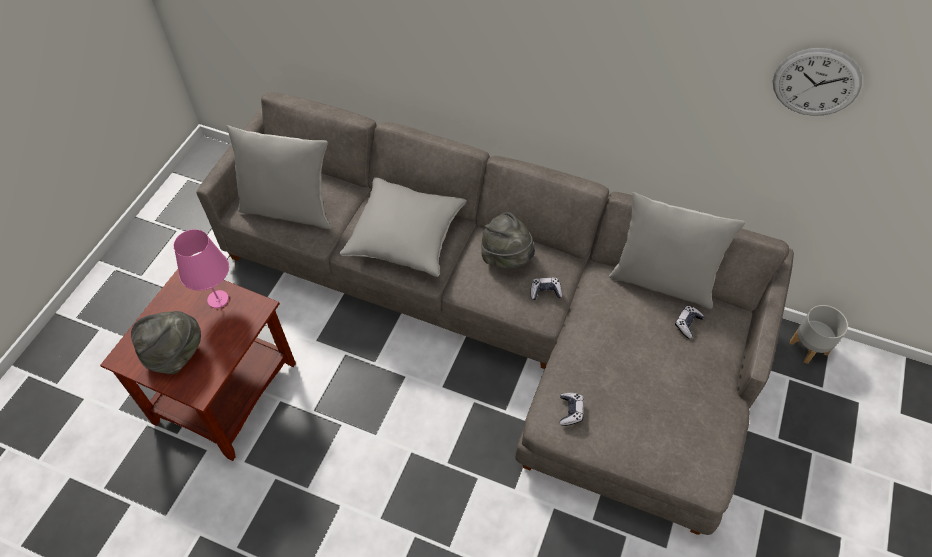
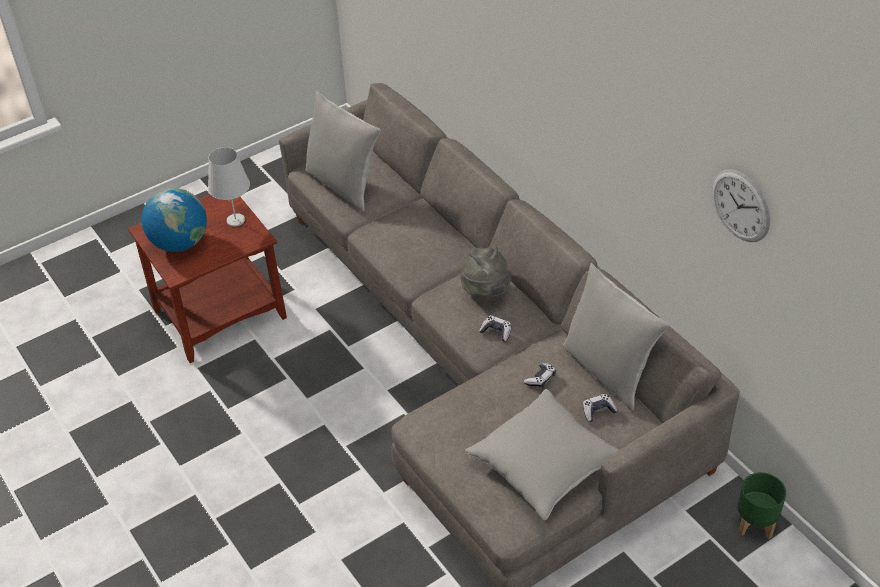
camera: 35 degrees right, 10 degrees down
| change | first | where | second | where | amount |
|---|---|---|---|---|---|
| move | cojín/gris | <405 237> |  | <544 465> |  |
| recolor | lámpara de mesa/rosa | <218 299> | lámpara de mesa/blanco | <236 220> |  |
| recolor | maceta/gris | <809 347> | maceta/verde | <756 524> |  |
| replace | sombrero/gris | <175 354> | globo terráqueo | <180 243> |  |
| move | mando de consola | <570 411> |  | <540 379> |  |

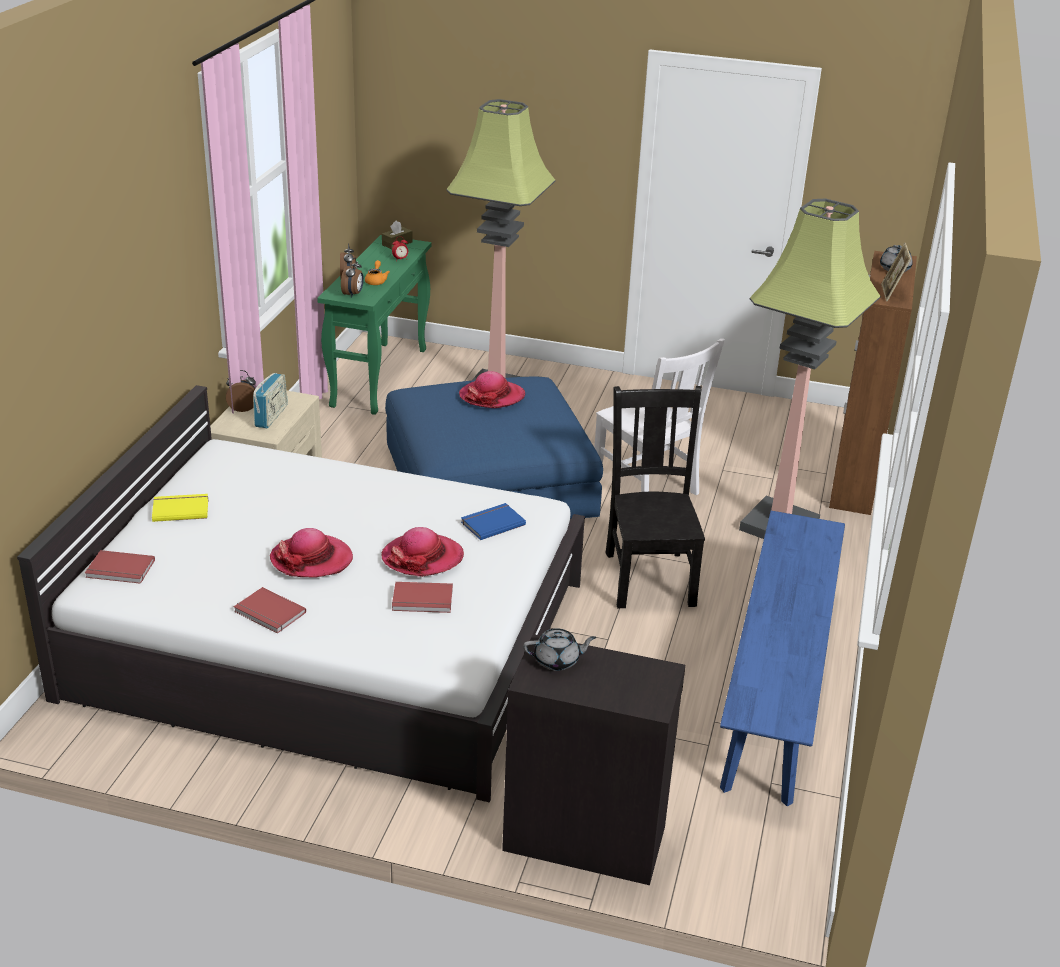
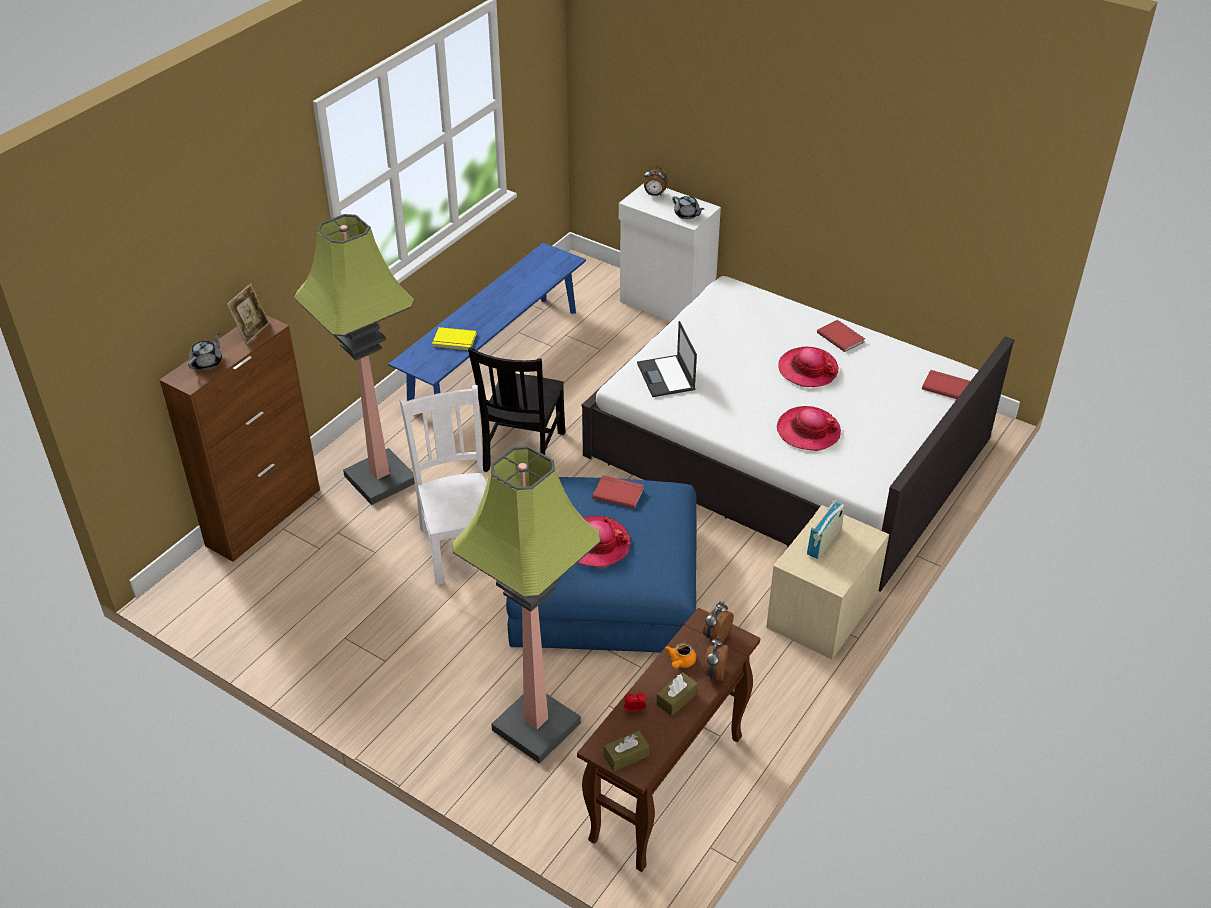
camera: 160 degrees left, 10 degrees up
| change | first | where | second | where | amount |
|---|---|---|---|---|---|
| recolor | mesa consola/verde | <379 377> | mesa consola/marrón | <667 789> |  |
| move | despertador | <243 408> |  | <654 194> |  |
| move | libro/amarillo | <180 509> |  | <454 341> |  |
| replace | libro/azul | <491 523> | portátil | <666 377> |  |
| move | sombrero | <422 558> |  | <808 431> |  |
| move | libro/rojo | <422 600> |  | <618 492> |  |
| rotate | tetera/gris | <557 660> |  | <687 215> | 150 degrees counterclockwise |
| recolor | armario/negro | <584 836> | armario/blanco | <666 305> |  |
| insert |  |  | caja de pañuelos/marrón | <676 699> |  |

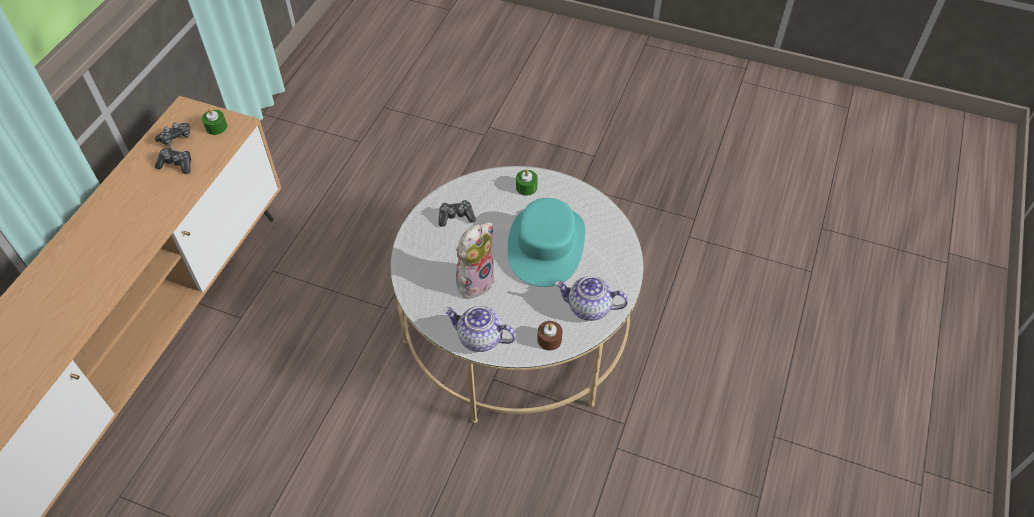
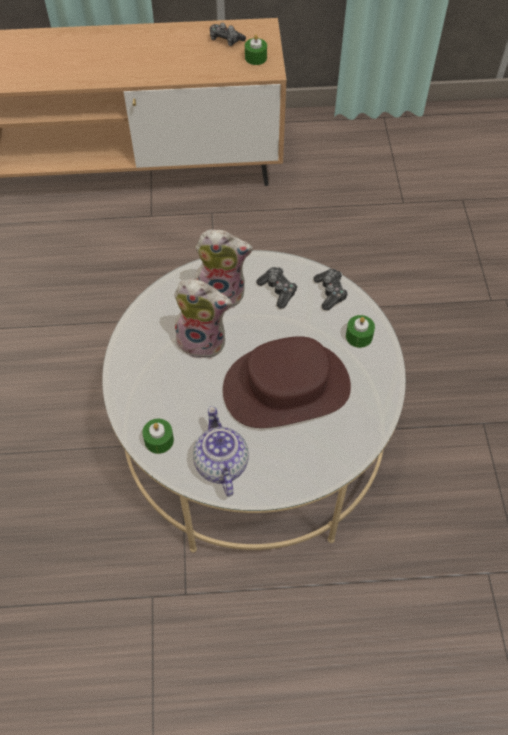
camera: 65 degrees right, 5 degrees up
| change | first | where | second | where | amount |
|---|---|---|---|---|---|
| move | mando de consola | <176 164> |  | <330 292> |  |
| recolor | sombrero/turquesa | <546 245> | sombrero/marrón | <286 387> |  |
| delete | tetera | <479 338> |  |  |  |
| recolor | vela/marrón | <549 339> | vela/verde | <159 440> |  |
| insert |  |  | peluche | <222 292> |  |

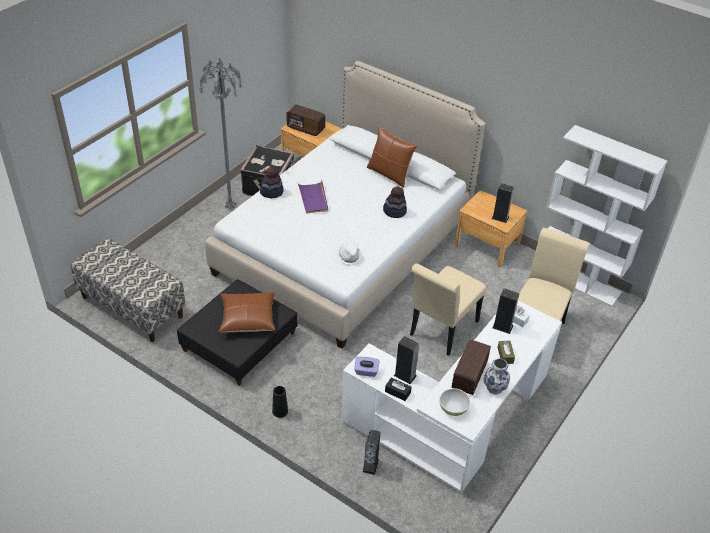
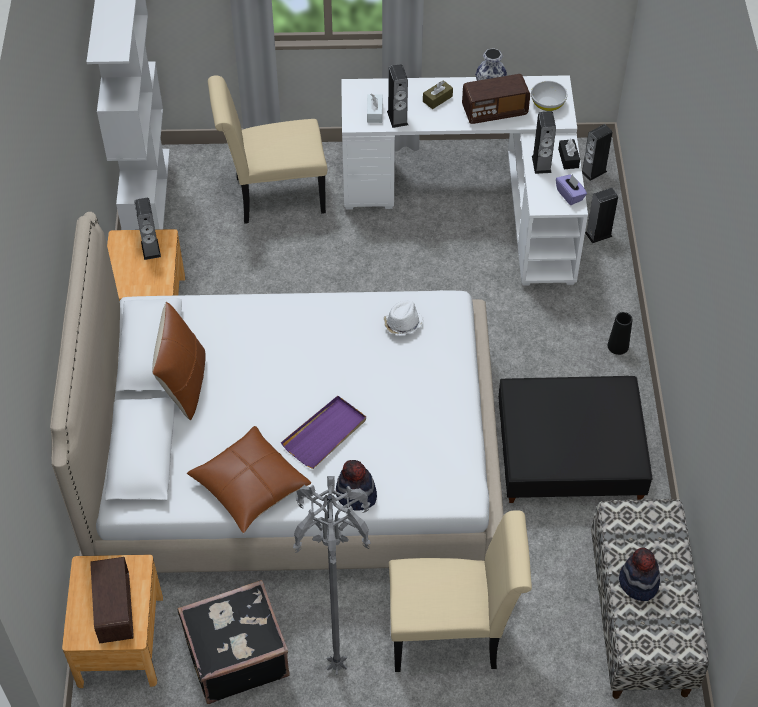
camera: 125 degrees left, 10 degrees up
| change | first | where | second | where | amount |
|---|---|---|---|---|---|
| move | sombrero | <394 211> |  | <638 582> |  |
| move | silla/beis | <441 331> |  | <453 634> |  |
| move | cojín/marrón | <248 318> |  | <250 486> |  |
| insert |  |  | altavoz | <593 171> |  |

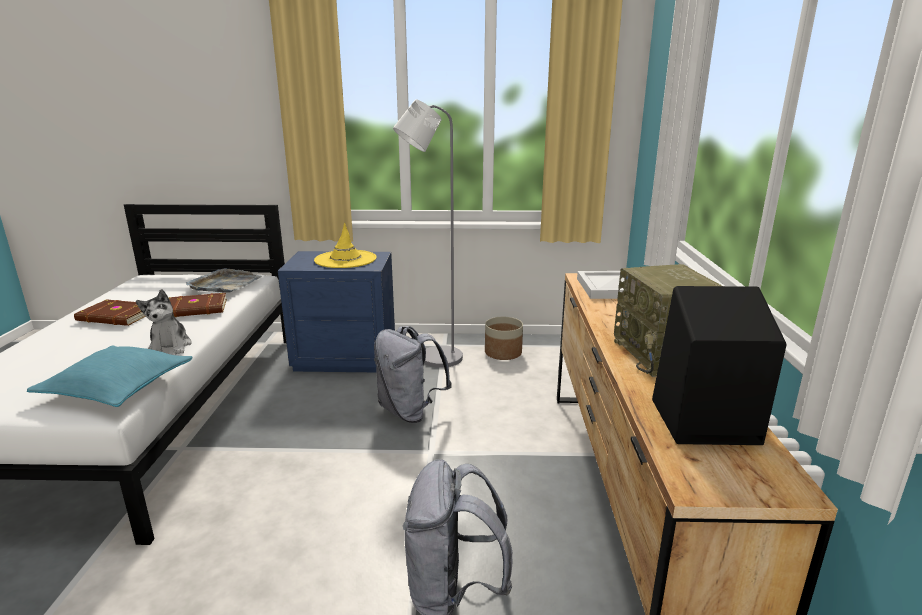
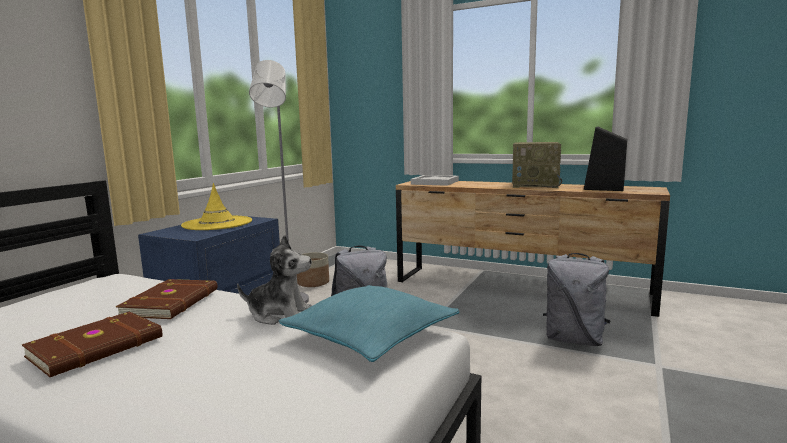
camera: 65 degrees left, 10 degrees down
| change | first | where | second | where | amount |
|---|---|---|---|---|---|
| delete | bandeja/gris | <225 284> |  |  |  |

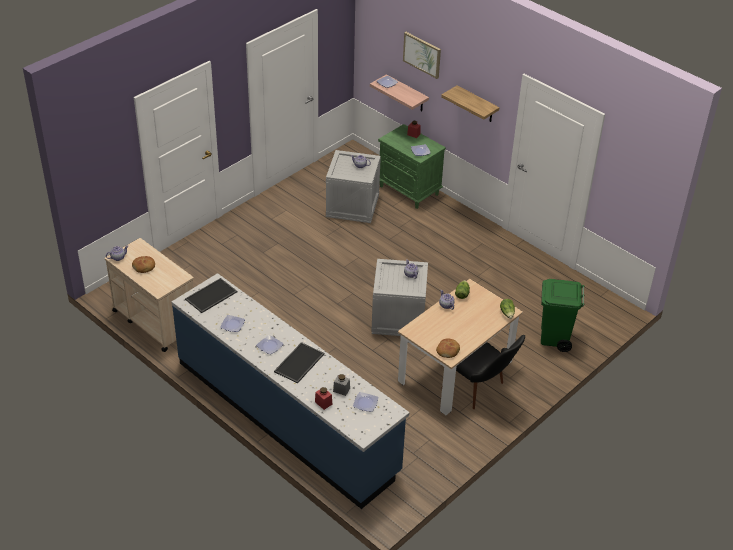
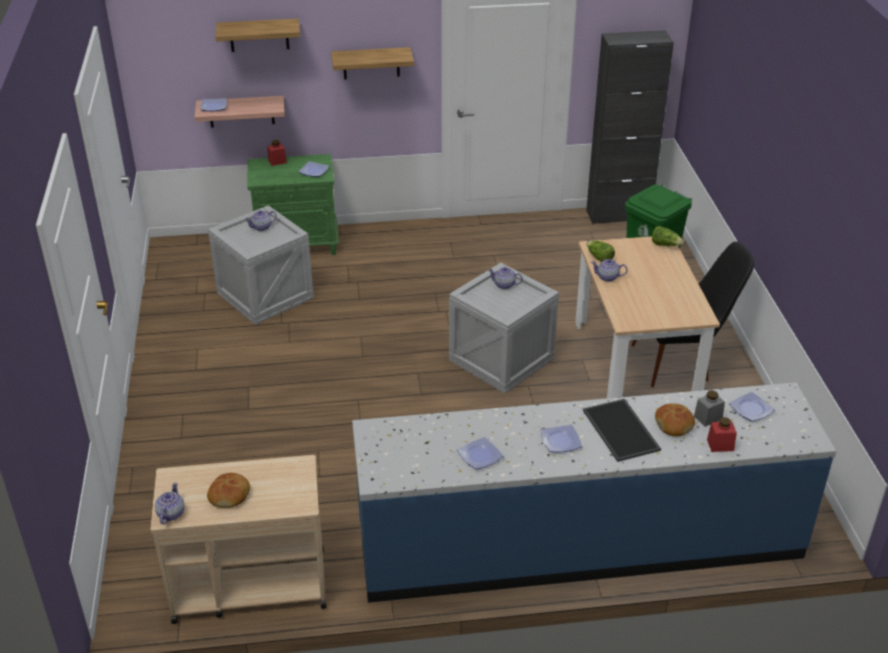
camera: 50 degrees left, 5 degrees down
| change | first | where | second | where | amount |
|---|---|---|---|---|---|
| replace | cuadro | <422 54> | estante | <259 35> |  |
| delete | bandeja | <211 296> |  |  |  |
| move | pan | <448 351> |  | <674 424> |  |
| insert |  |  | armario/negro | <618 215> |  |

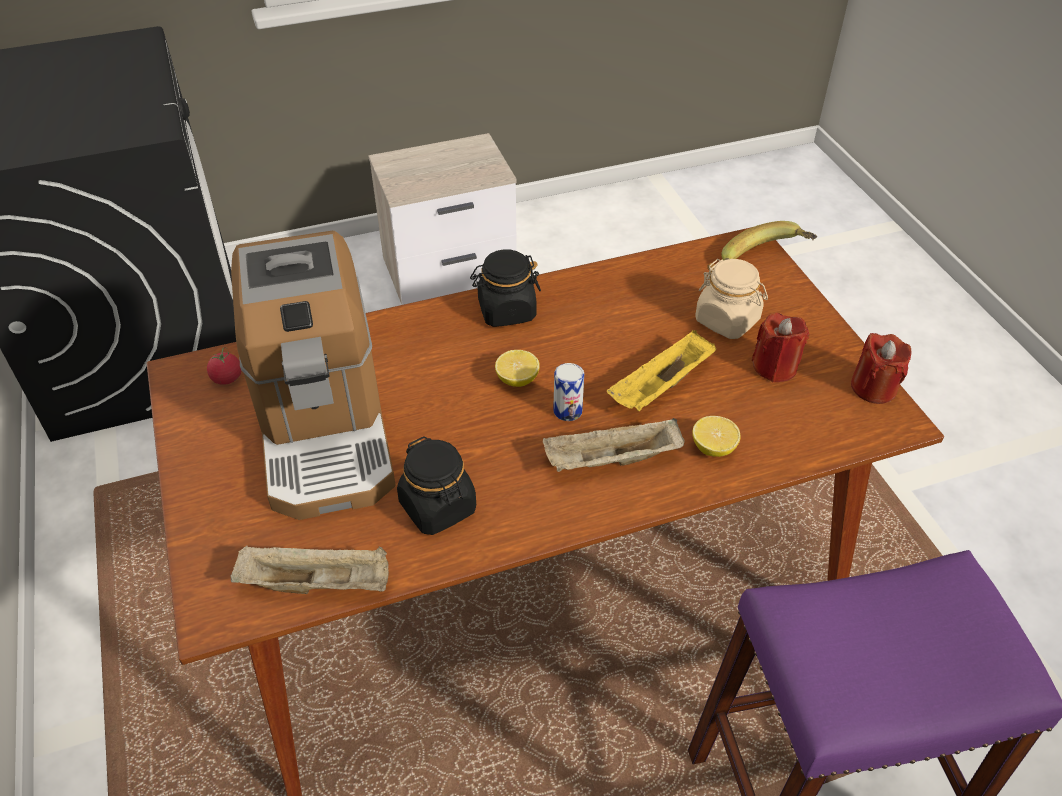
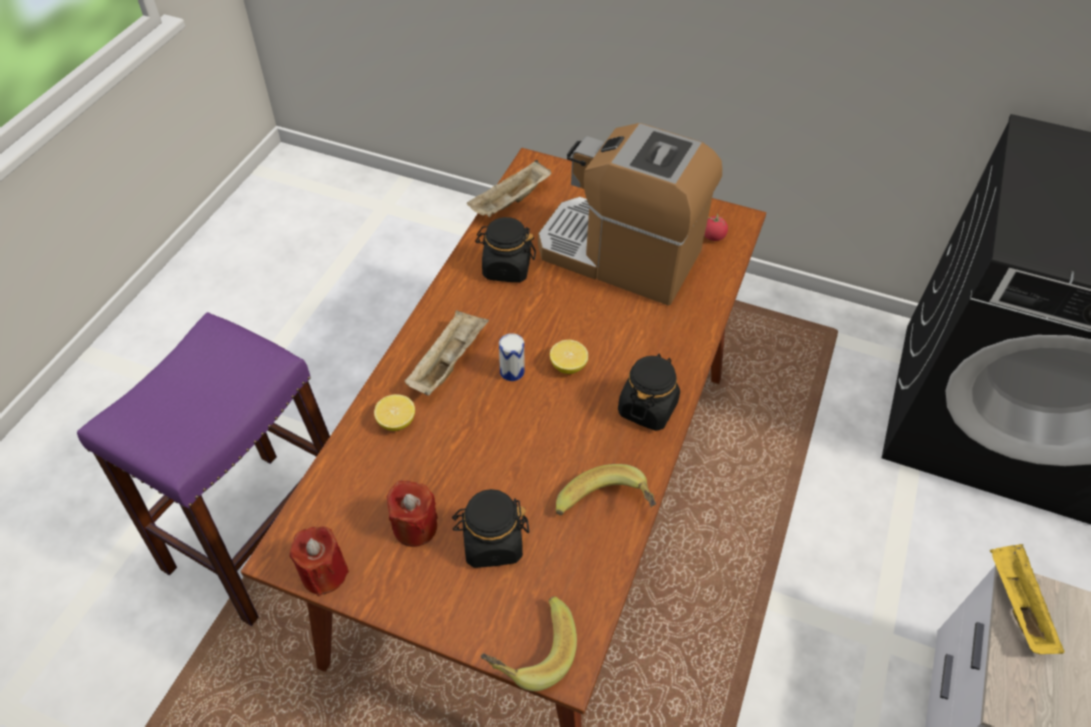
camera: 130 degrees right, 5 degrees up
| change | first | where | second | where | amount |
|---|---|---|---|---|---|
| recolor | tarro/beis | <727 321> | tarro/negro | <492 543> |  |
| move | bandeja/amarillo | <661 388> |  | <1016 604> |  |
| insert |  |  | plátano | <606 510> |  |

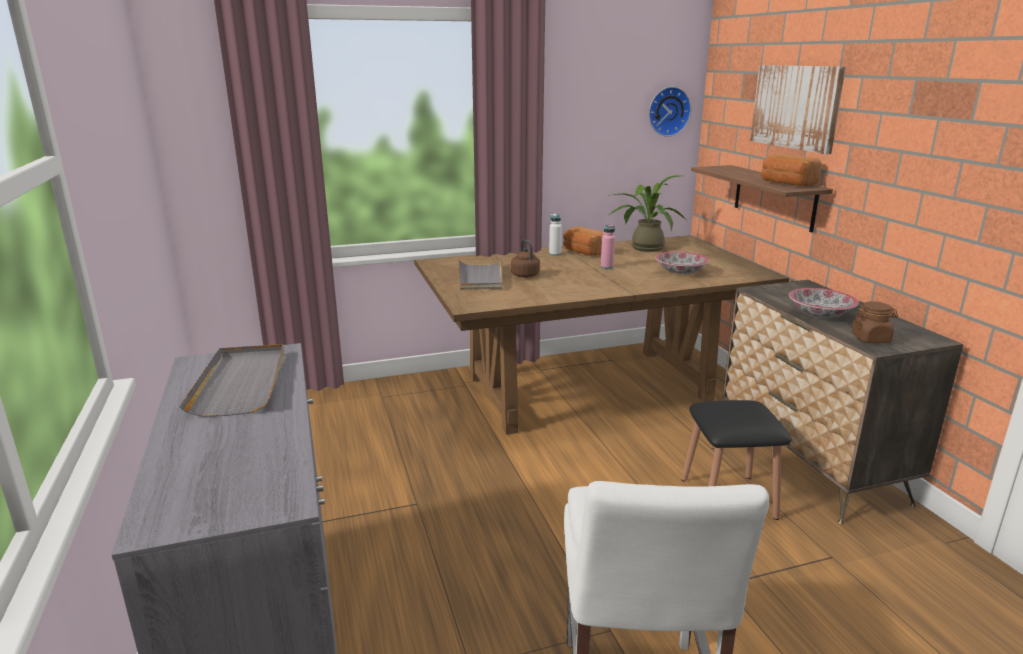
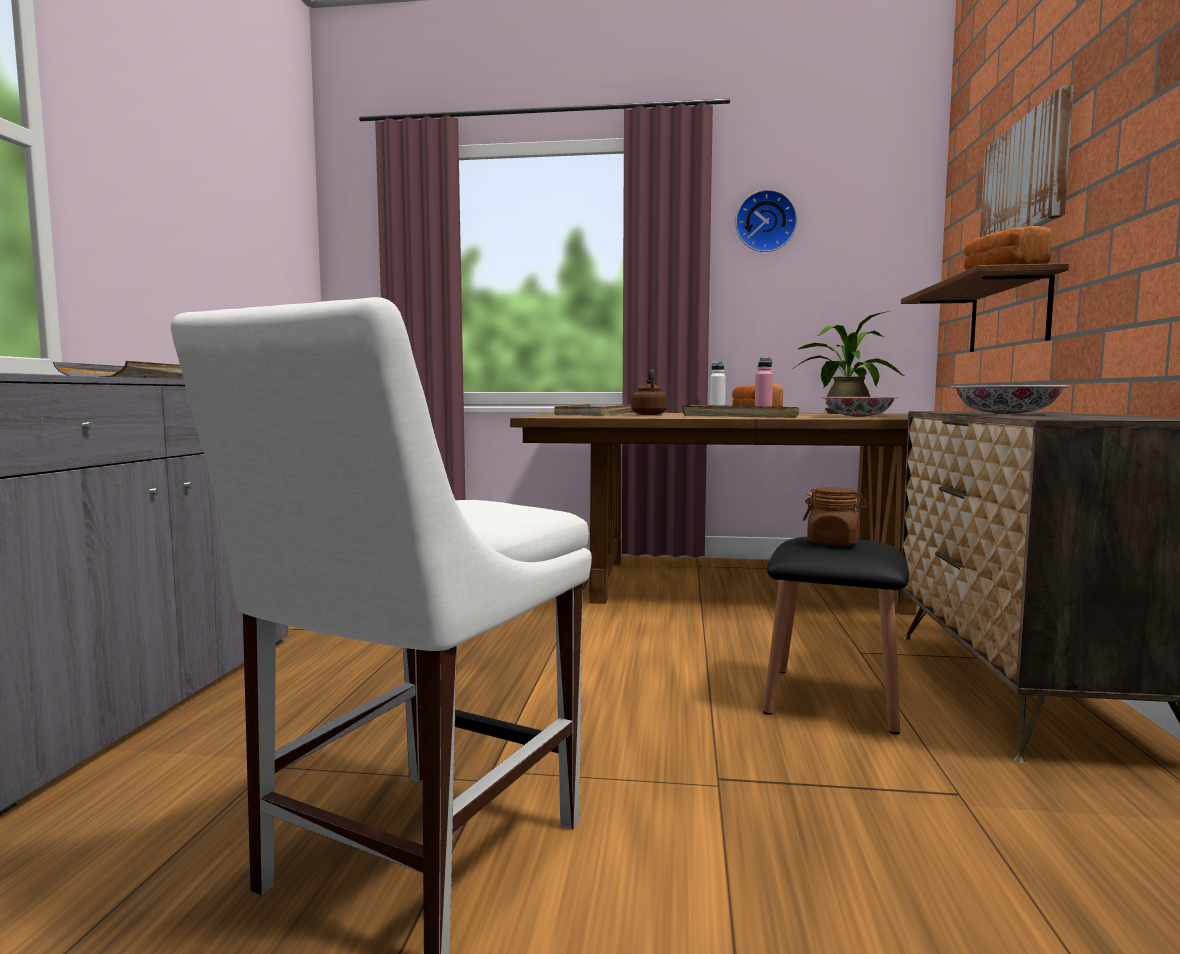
camera: 25 degrees right, 15 degrees down
| change | first | where | second | where | amount |
|---|---|---|---|---|---|
| move | reloj de pared | <667 111> |  | <765 222> |  |
| move | tarro/marrón | <871 339> |  | <833 543> |  |
| insert |  |  | bandeja/gris | <742 416> |  |

